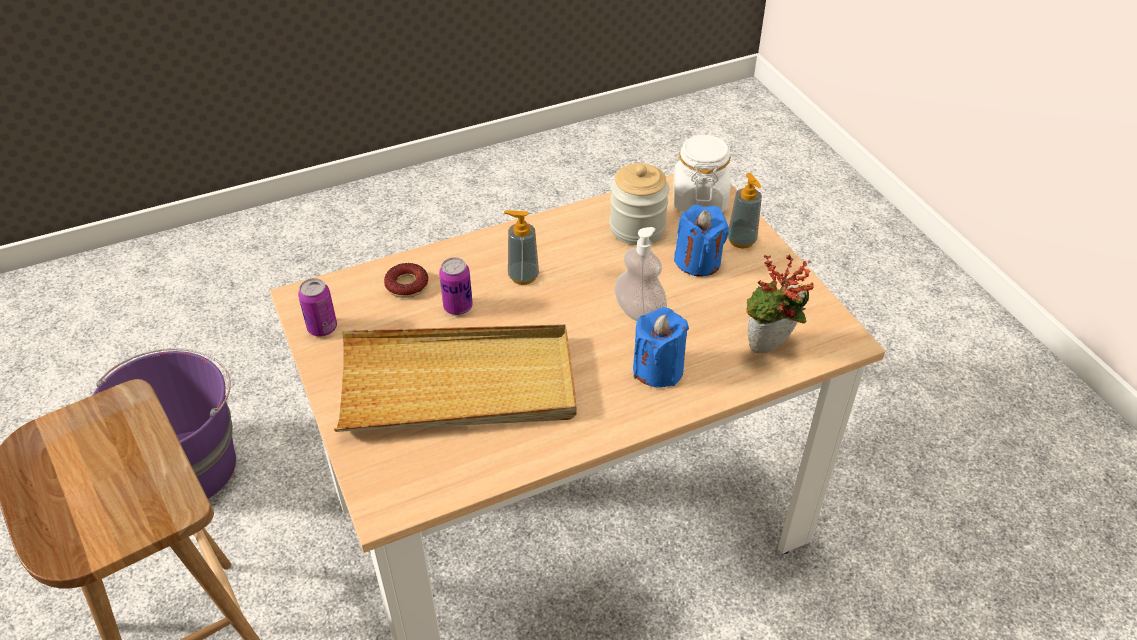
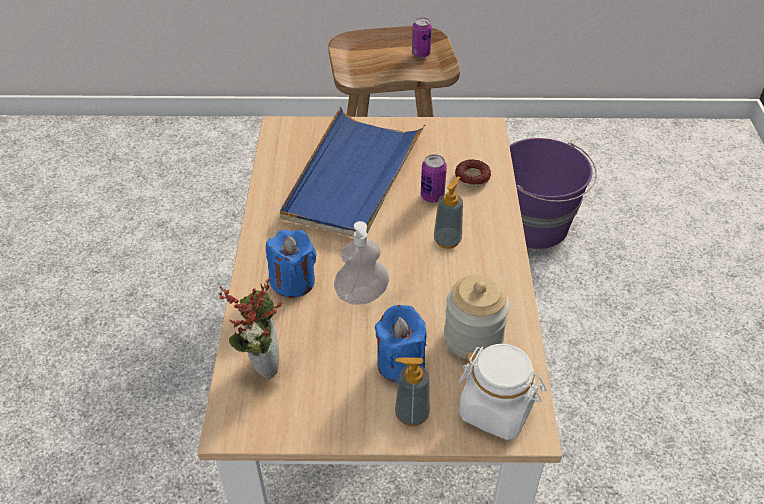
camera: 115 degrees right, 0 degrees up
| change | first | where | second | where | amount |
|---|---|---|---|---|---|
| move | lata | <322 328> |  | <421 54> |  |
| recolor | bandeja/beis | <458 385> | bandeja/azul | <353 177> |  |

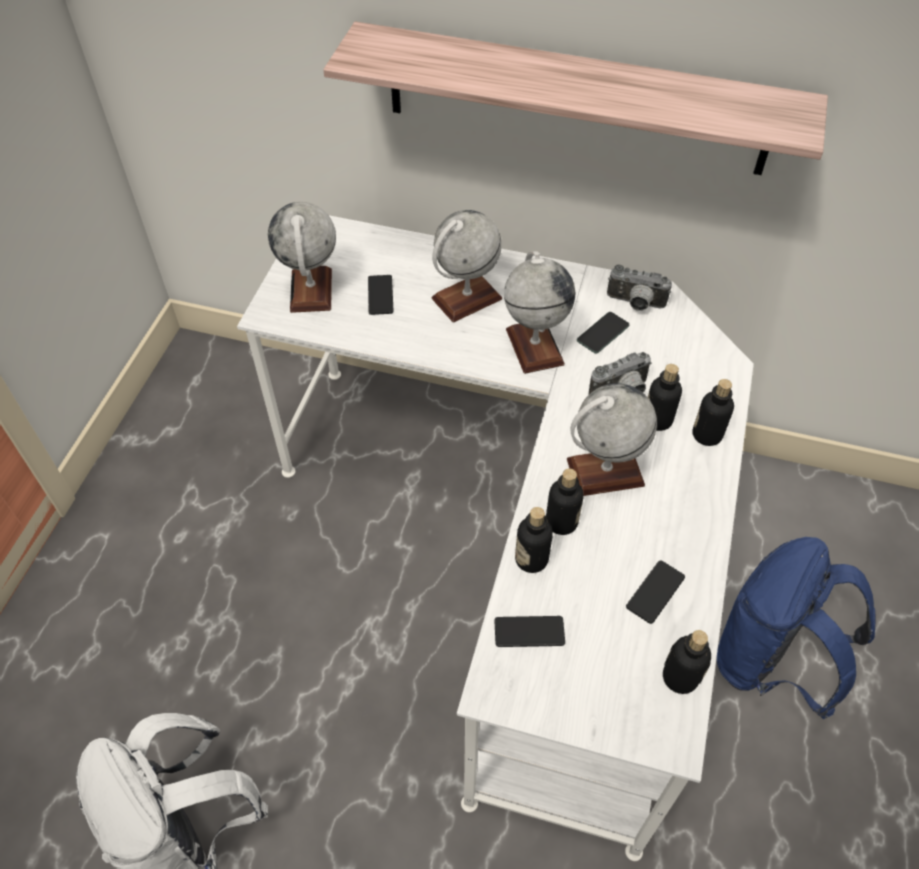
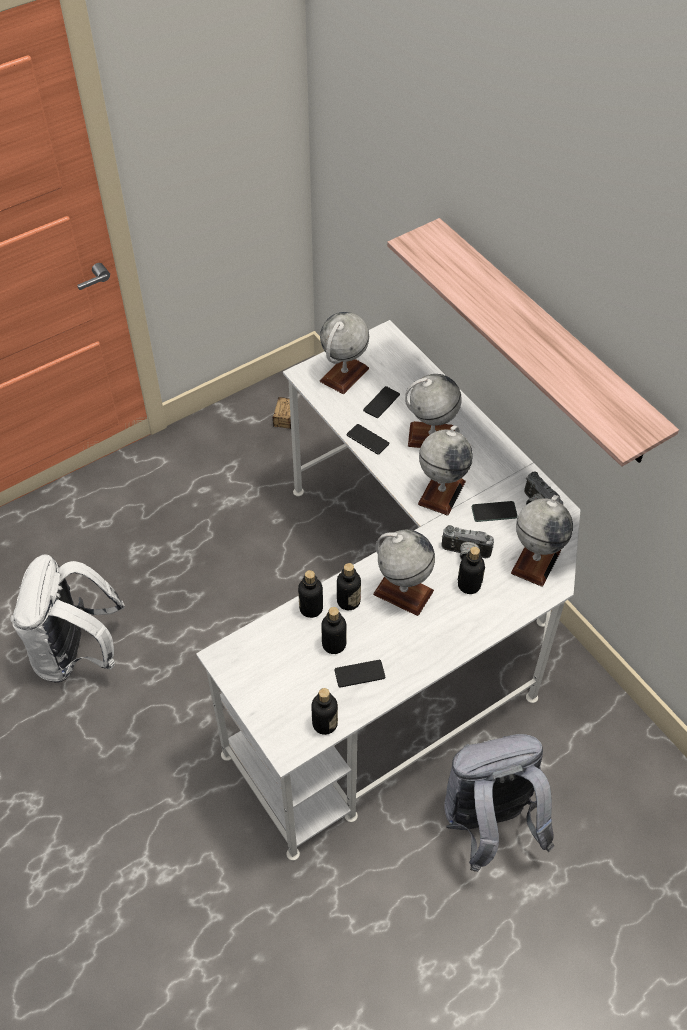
camera: 40 degrees right, 0 degrees up
| change | first | where | second | where | amount |
|---|---|---|---|---|---|
| move | botella | <707 434> |  | <334 644> |  |
| recolor | mochila/azul | <769 662> | mochila/gris | <489 824> |  |
| move | móvil | <529 632> |  | <367 439> |  |
| insert |  |  | caja de almacenaje | <281 432> |  |
| insert |  |  | globo terráqueo | <536 561> |  |

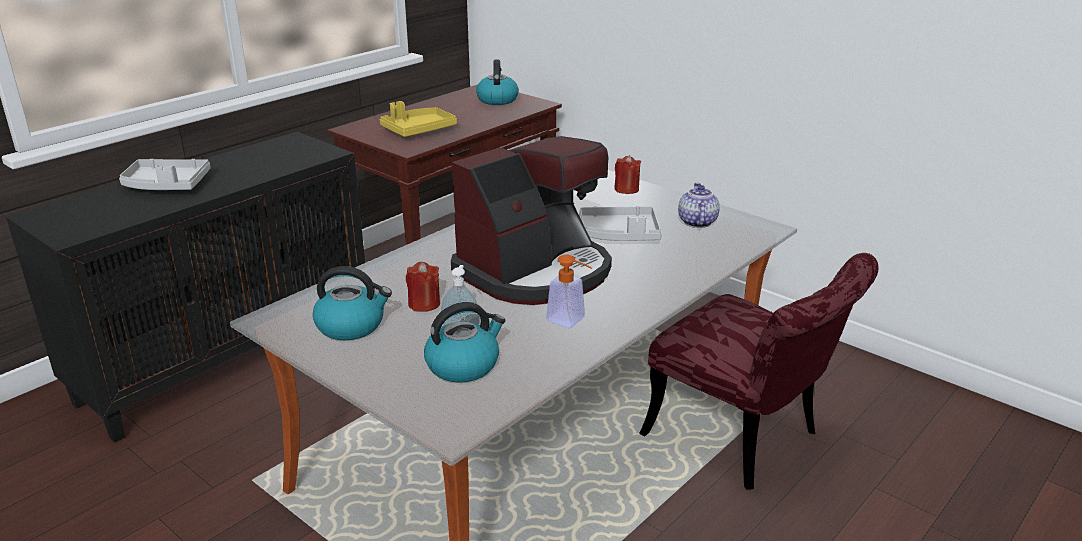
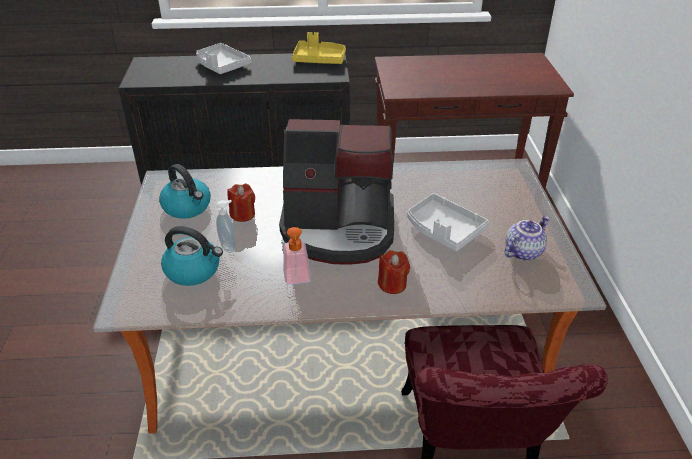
camera: 45 degrees right, 10 degrees up
| change | first | where | second | where | amount |
|---|---|---|---|---|---|
| delete | hervidor | <497 99> |  |  |  |
| move | bandeja/amarillo | <418 130> |  | <319 60> |  |
| move | vela/rojo | <626 189> |  | <392 284> |  |

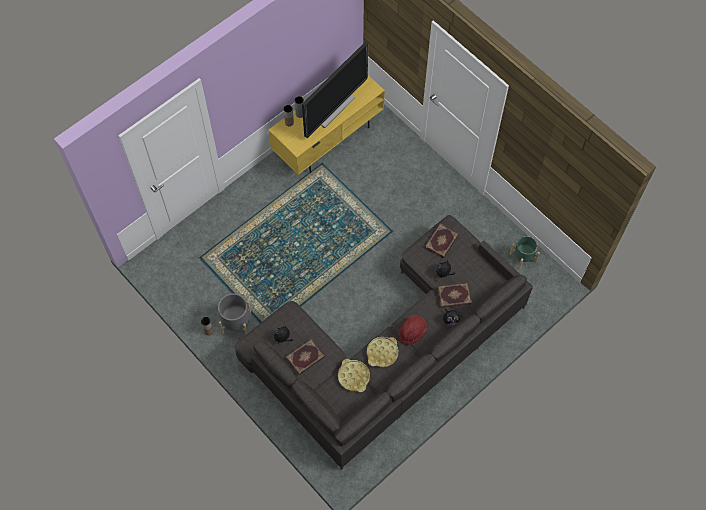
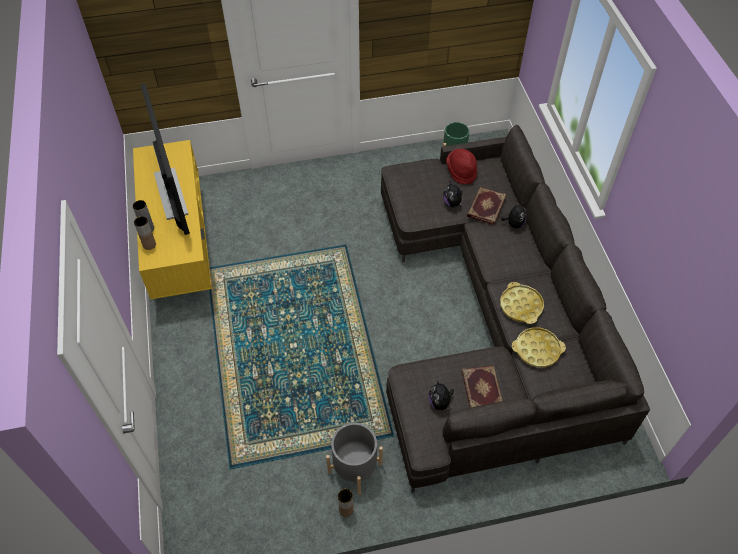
camera: 60 degrees left, 10 degrees down
| change | first | where | second | where | amount |
|---|---|---|---|---|---|
| delete | libro | <442 242> |  |  |  |
| move | sombrero/rojo | <412 332> |  | <461 171> |  |

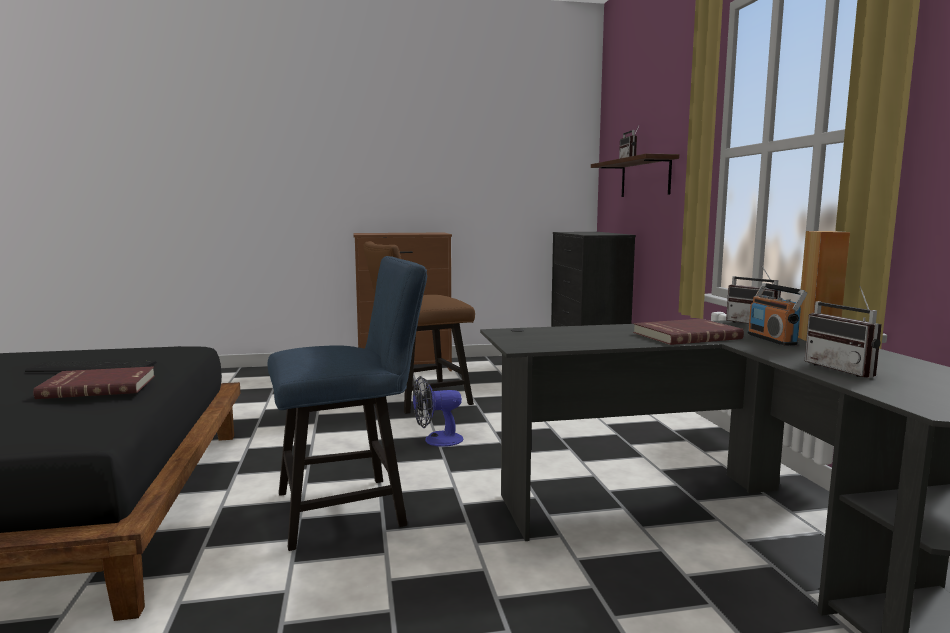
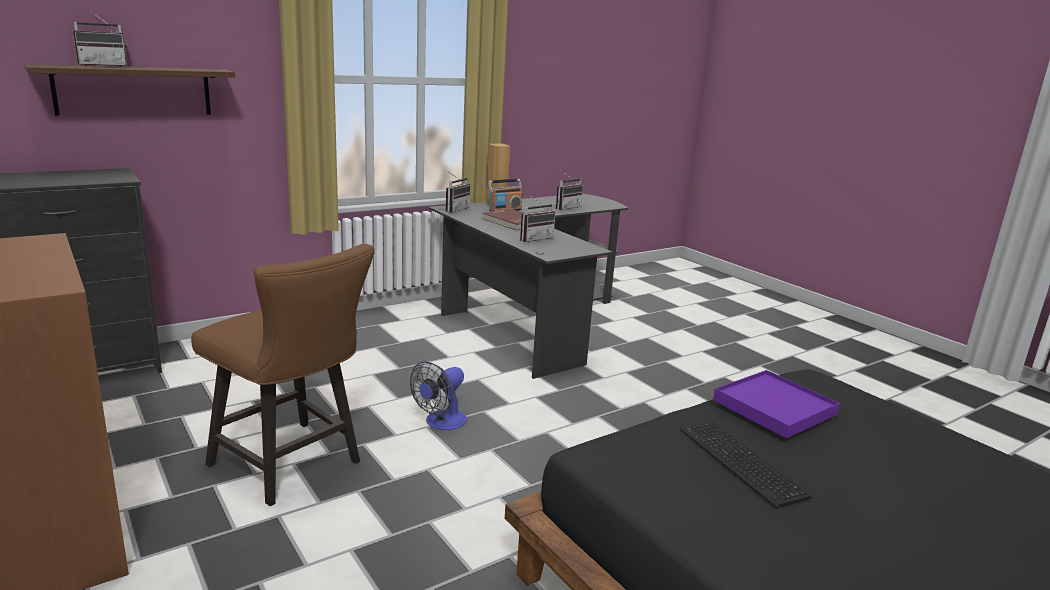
camera: 115 degrees left, 10 degrees up
| change | first | where | second | where | amount |
|---|---|---|---|---|---|
| delete | silla/azul | <351 508> |  |  |  |
| replace | libro/rojo | <99 386> | bandeja/morado | <774 407> |  |
| rotate | ventilador | <436 440> |  | <441 423> | 75 degrees clockwise |
| insert |  |  | radio | <534 239> |  |

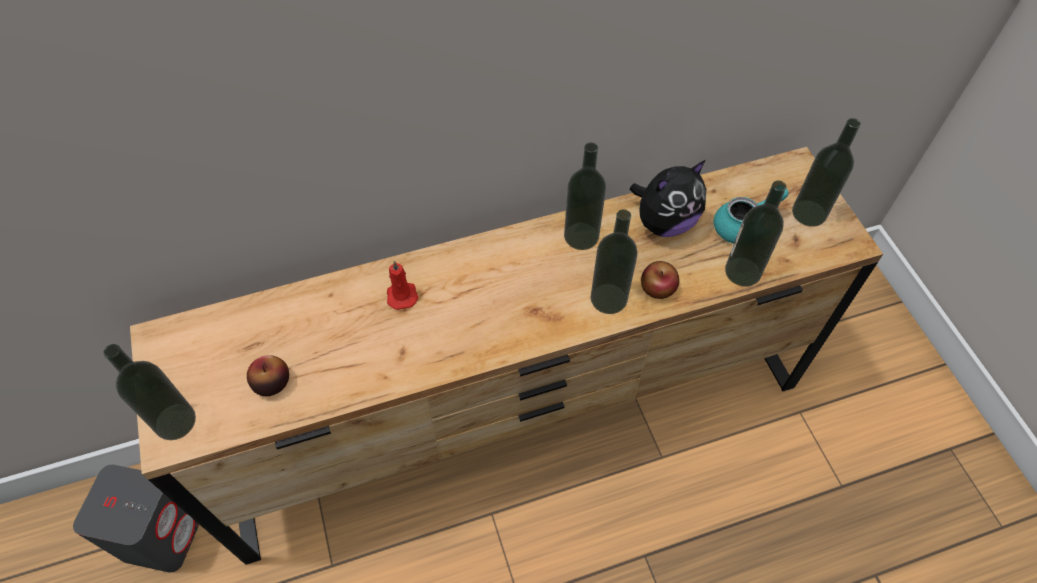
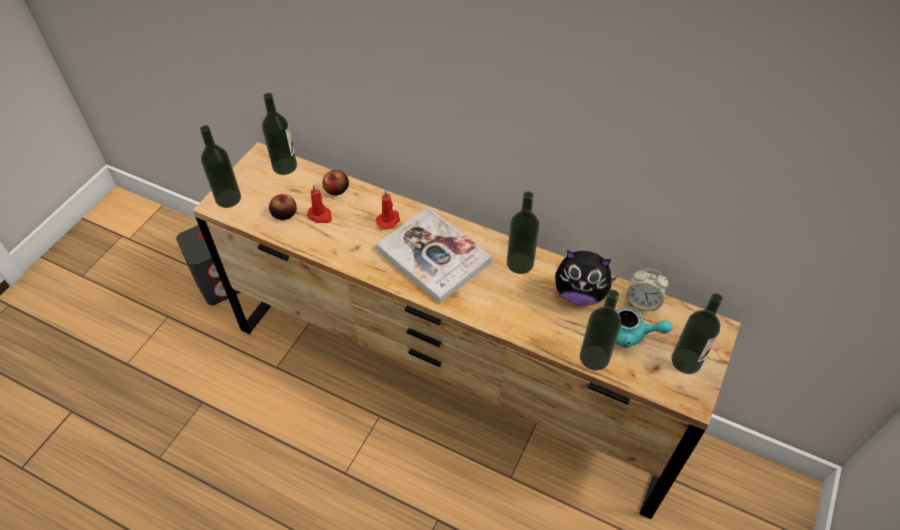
camera: 45 degrees right, 5 degrees down
| change | first | where | second | where | amount |
|---|---|---|---|---|---|
| move | botella | <608 298> |  | <284 166> |  |
| move | manzana | <658 288> |  | <336 189> |  |
| insert |  |  | vela/rojo | <320 215> |  |
| insert |  |  | libro | <433 256> |  |
| insert |  |  | despertador | <642 302> |  |

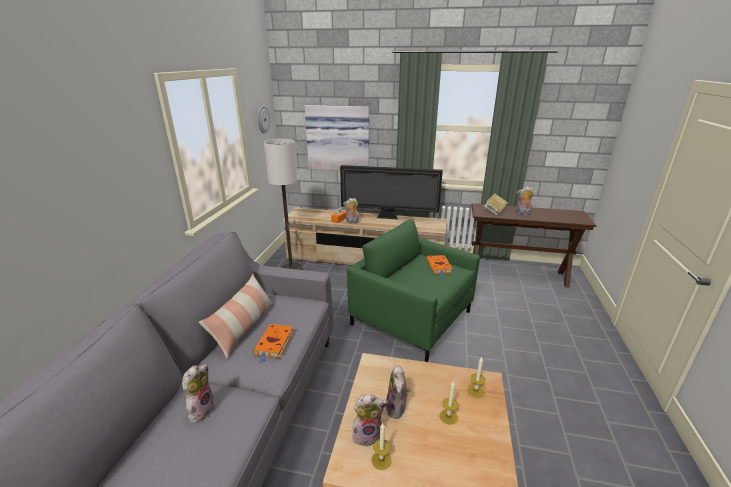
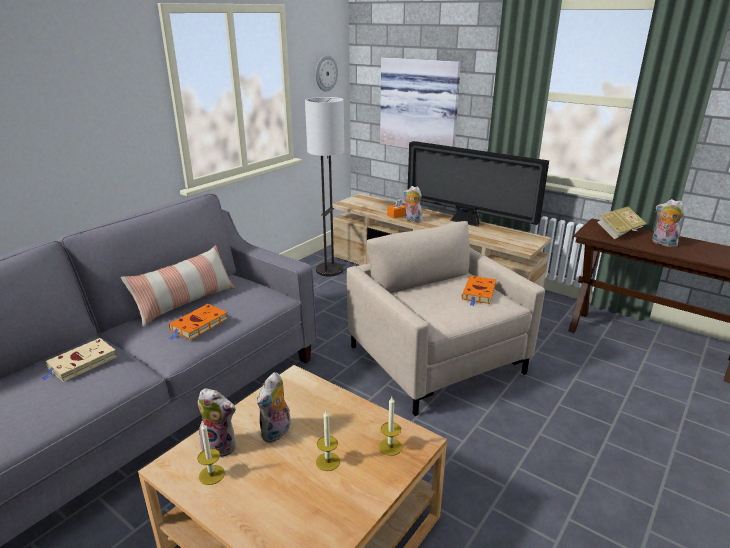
camera: 25 degrees right, 0 degrees up
| change | first | where | second | where | amount |
|---|---|---|---|---|---|
| recolor | sillón/verde | <412 318> | sillón/beis | <436 359> |  |
| replace | peluche | <201 409> | libro/beis | <81 363> |  |

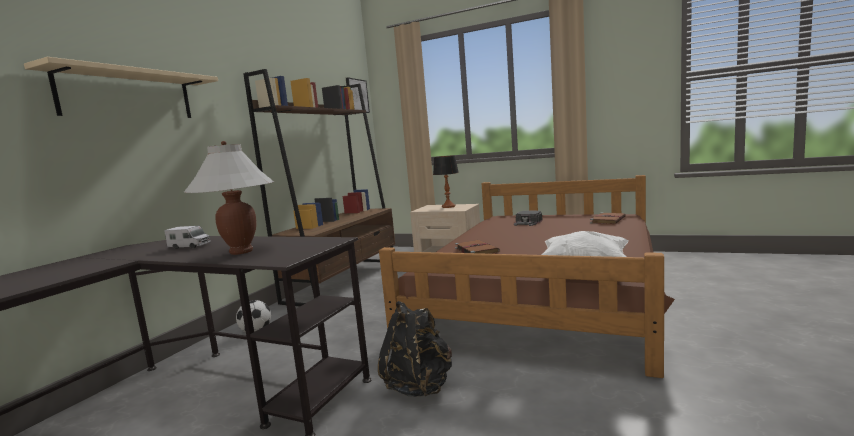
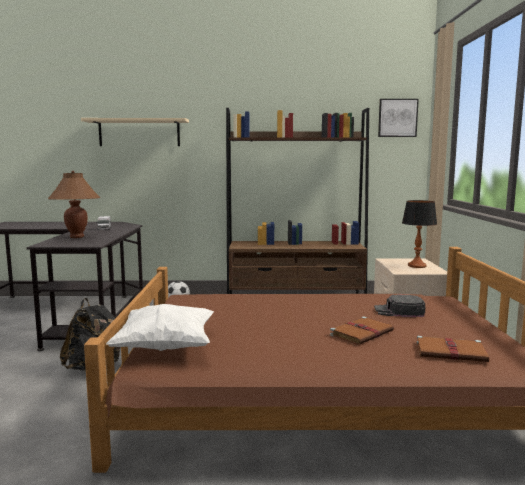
camera: 65 degrees right, 0 degrees up
| change | first | where | second | where | amount |
|---|---|---|---|---|---|
| recolor | lámpara de mesa/blanco | <241 252> | lámpara de mesa/marrón | <76 237> |  |
| move | libro/marrón | <476 250> |  | <362 333> |  |

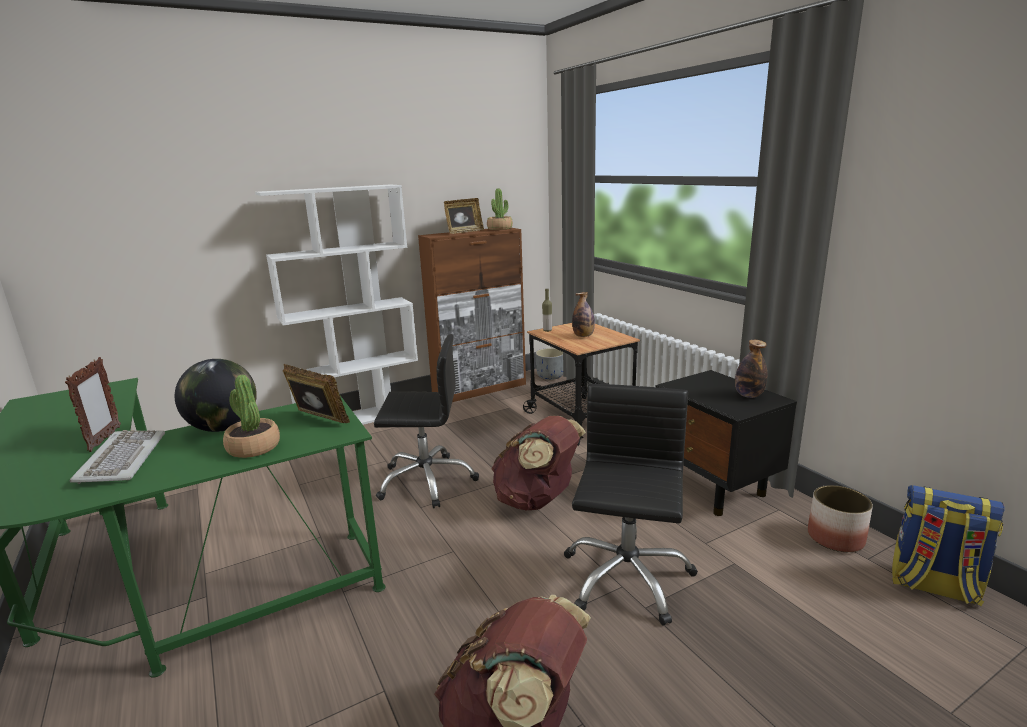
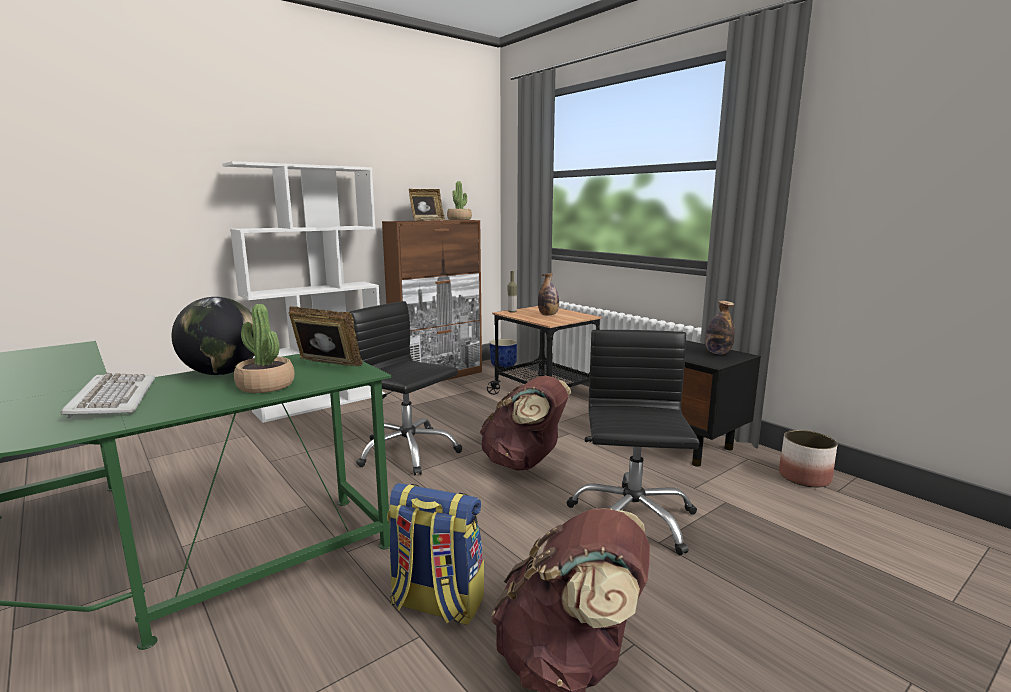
camera: 10 degrees left, 5 degrees down
| change | first | where | second | where | amount |
|---|---|---|---|---|---|
| rotate | silla de oficina/negro | <427 481> |  | <407 452> | 135 degrees counterclockwise |
| recolor | maceta/gris | <550 376> | maceta/azul | <503 365> |  |
| delete | portarretratos | <104 439> |  |  |  |
| move | mochila | <933 586> |  | <436 604> |  |

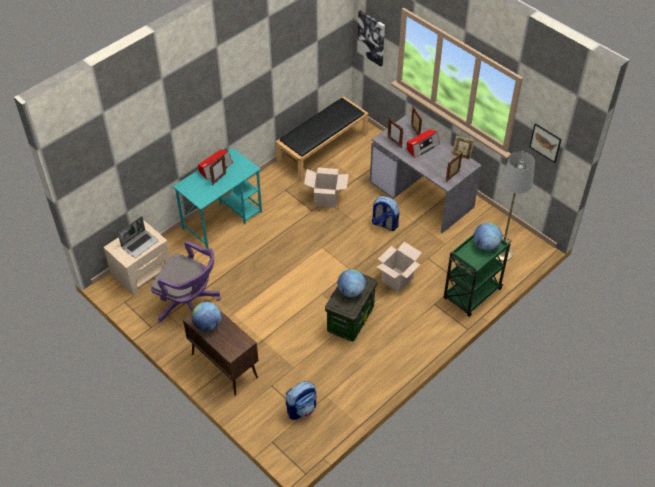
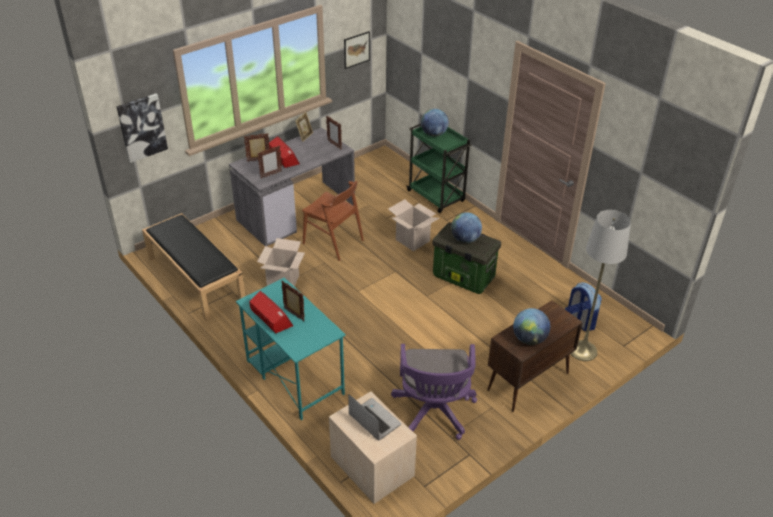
camera: 85 degrees left, 10 degrees down
| change | first | where | second | where | amount |
|---|---|---|---|---|---|
| move | lámpara de pie/gris | <501 253> |  | <583 350> |  |
| replace | mochila | <384 224> | silla/marrón | <333 242> |  |
| rotate | silla de oficina/morado | <189 304> |  | <434 413> | 150 degrees clockwise |

